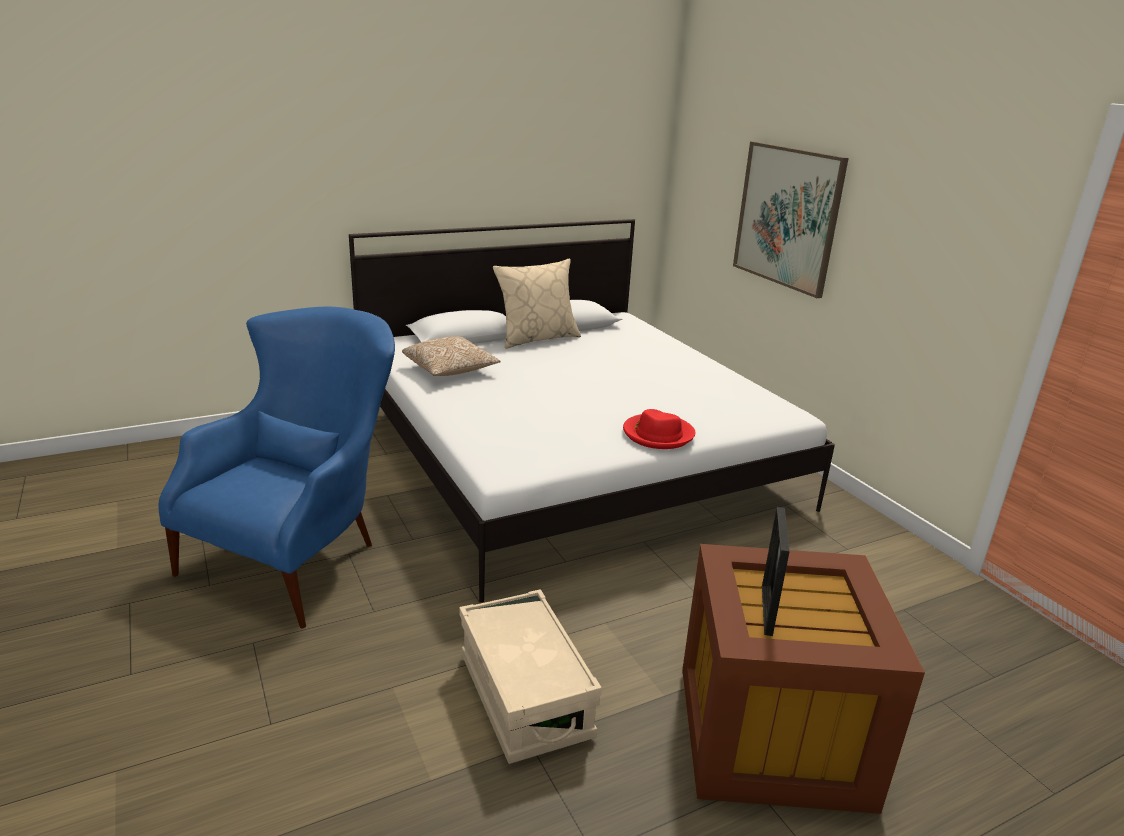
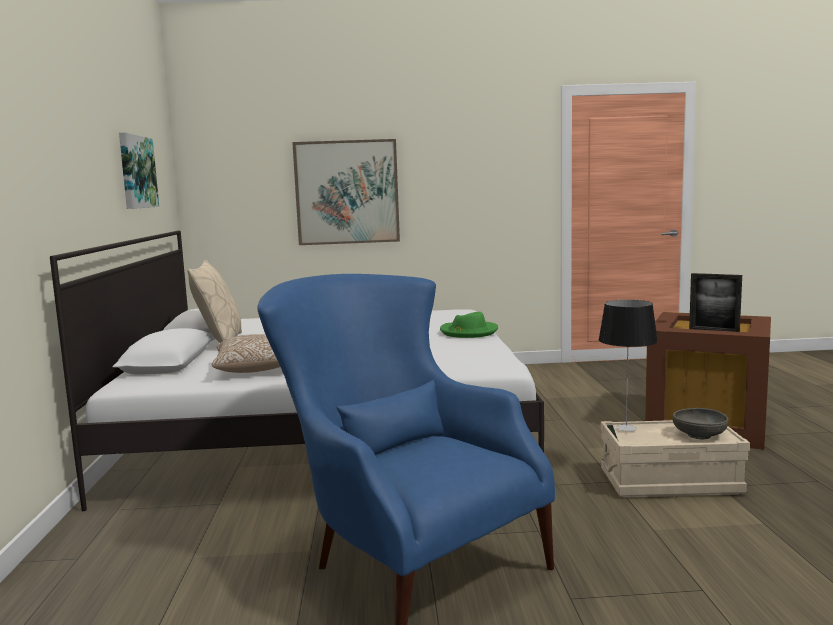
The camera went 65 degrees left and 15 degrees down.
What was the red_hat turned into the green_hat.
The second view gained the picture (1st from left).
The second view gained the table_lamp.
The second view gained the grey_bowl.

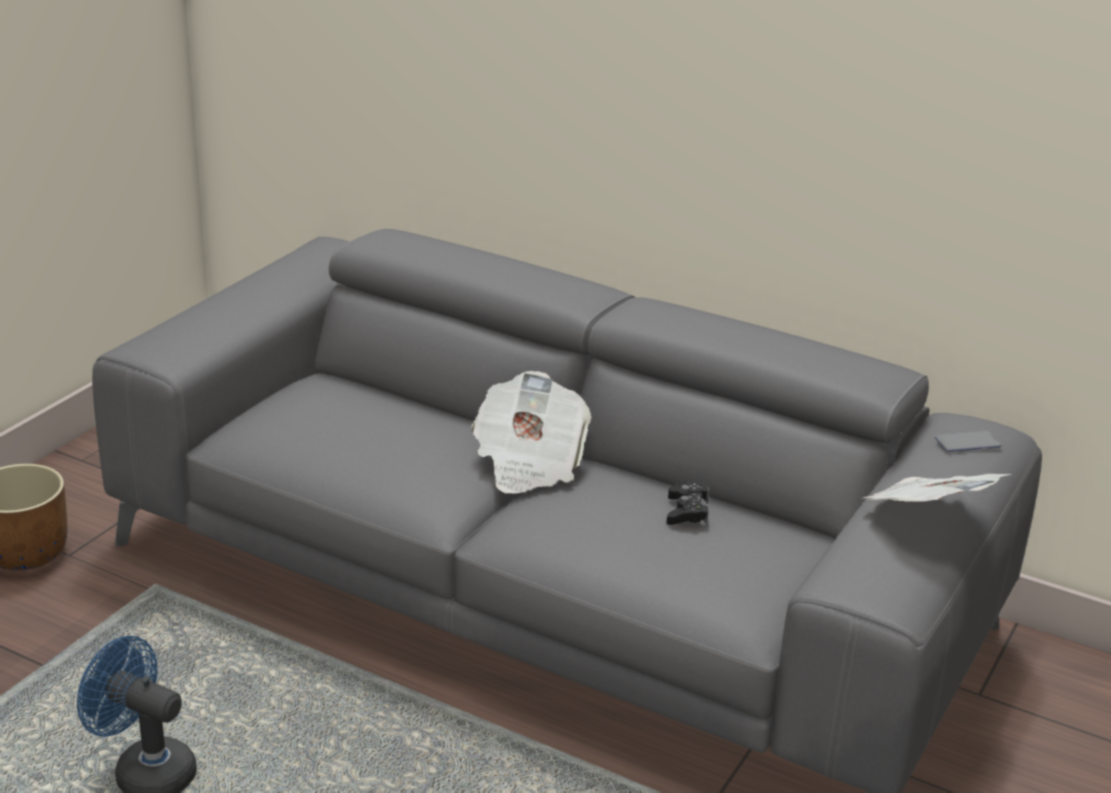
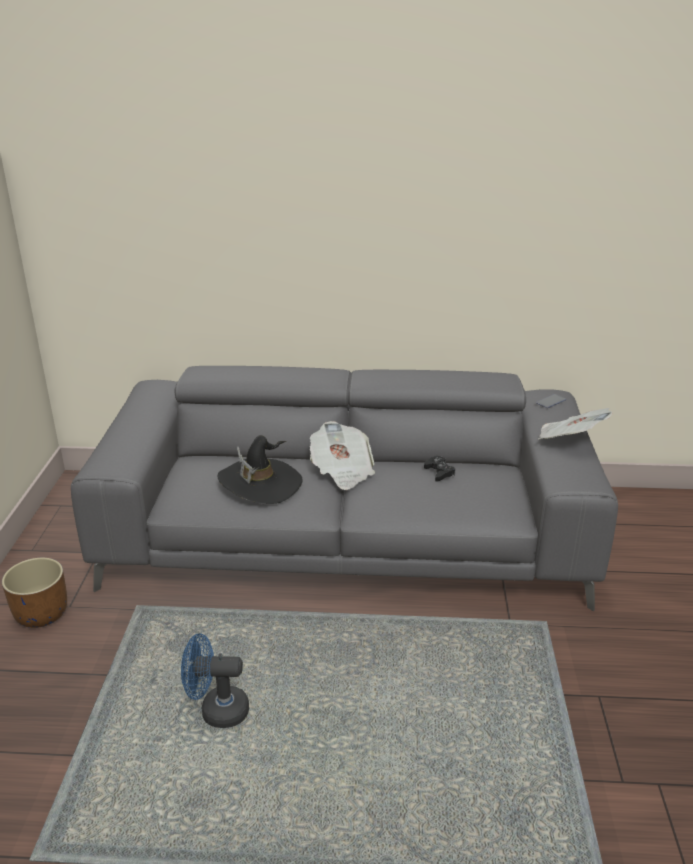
The camera went 25 degrees left and 0 degrees up.
The second view gained the black_hat.

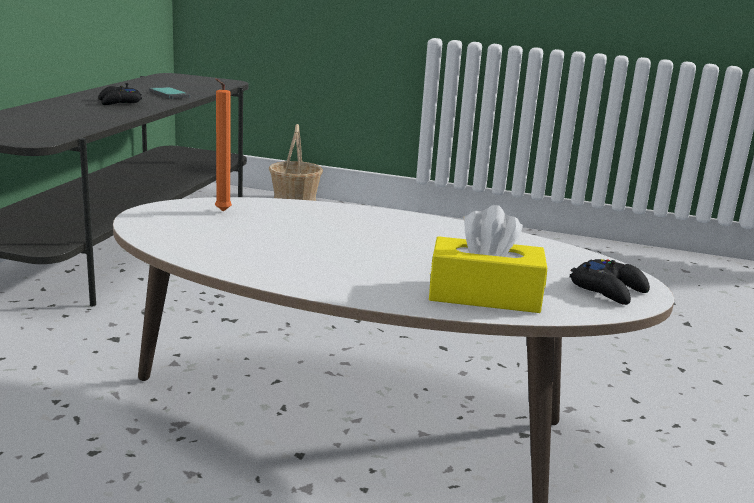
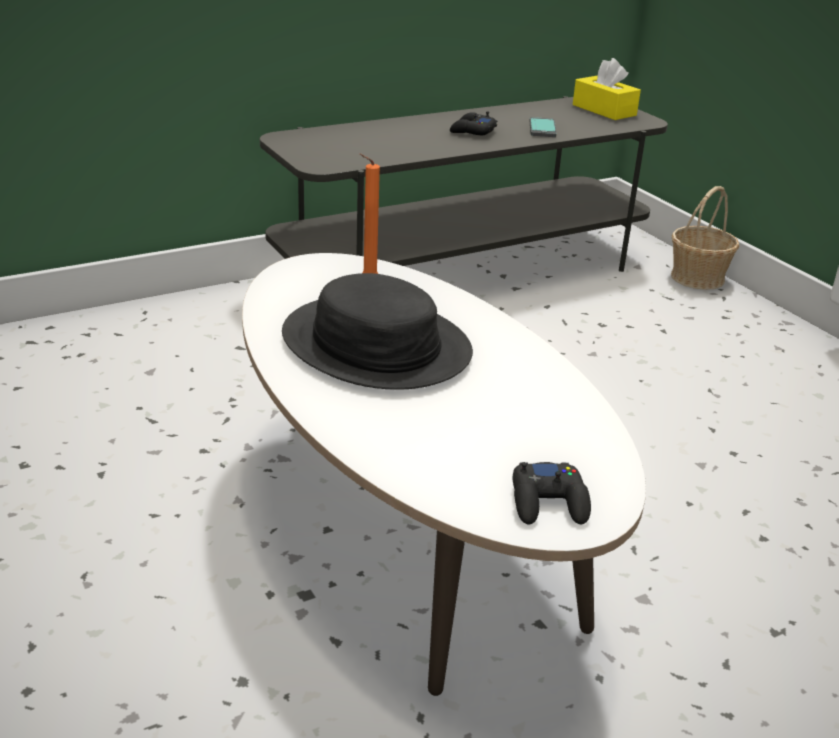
The camera went 45 degrees right and 10 degrees up.
The yellow_tissue_box ended up elsewhere.
The second view gained the black_hat.

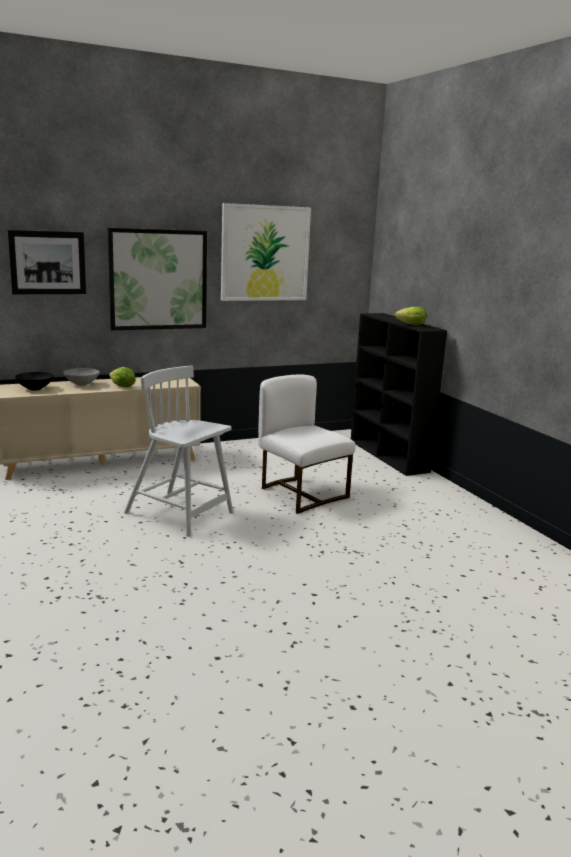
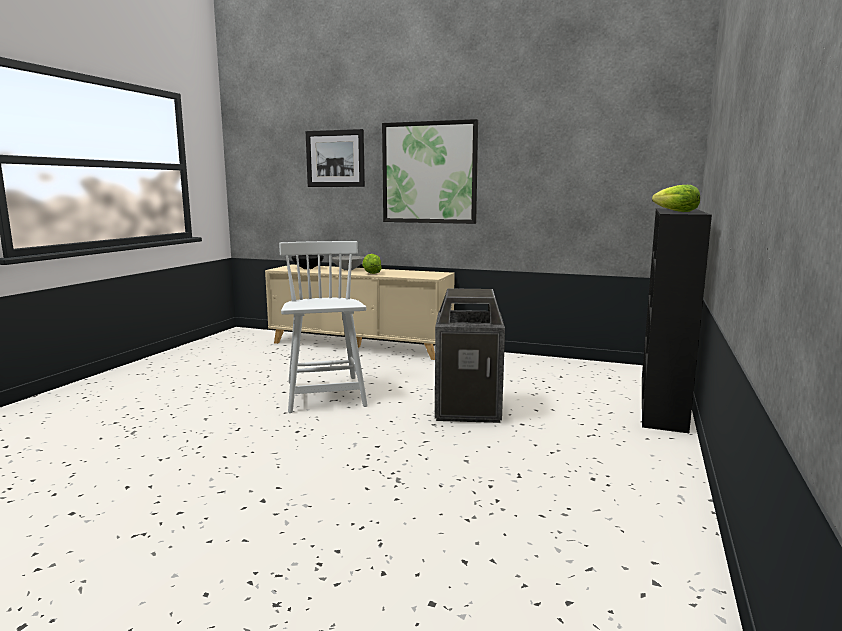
The camera went 45 degrees right and 5 degrees down.
The second view lost the picture (3rd from left).
Where the white_chair (2nd from left) stood, the trash_can came to stand.

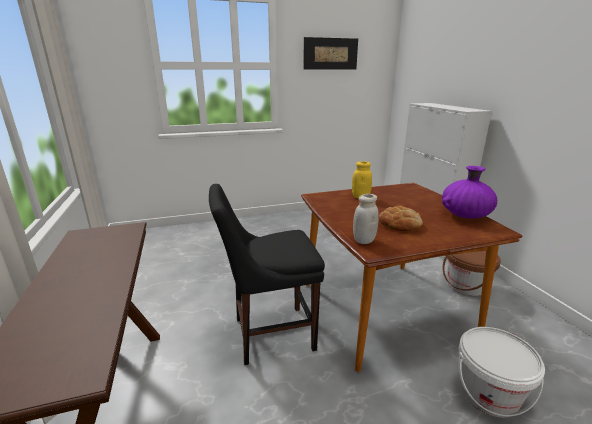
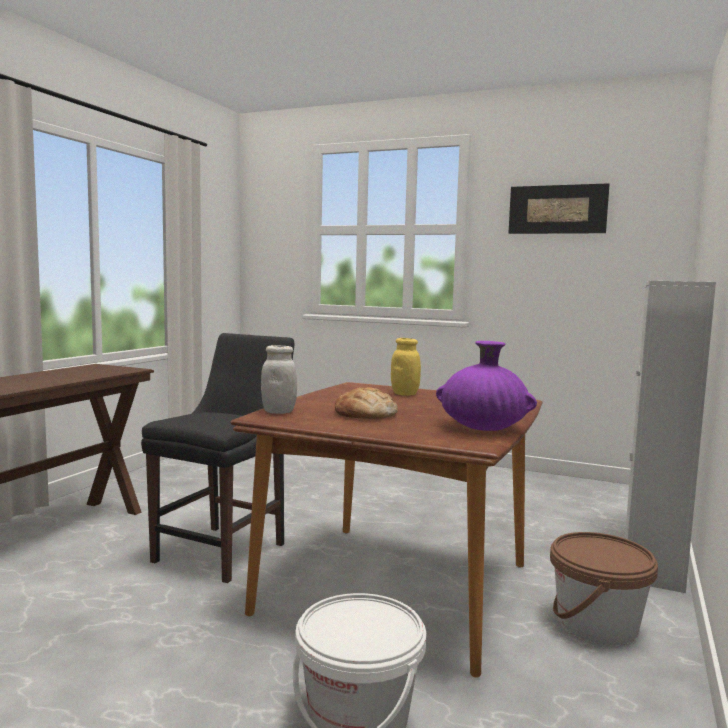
The camera went 40 degrees right and 15 degrees down.
The black_chair ended up facing another way, 90 degrees clockwise from before.

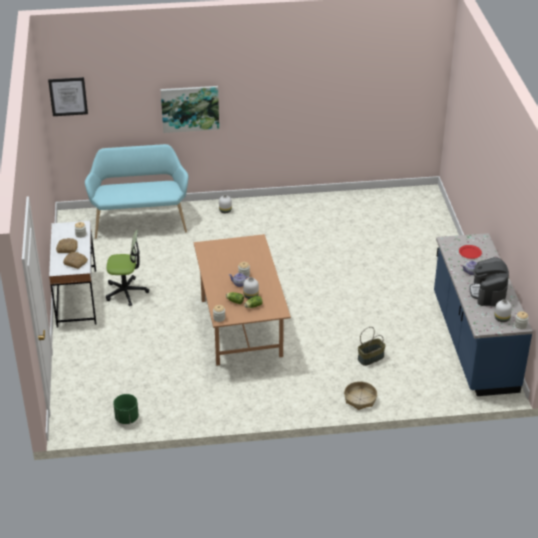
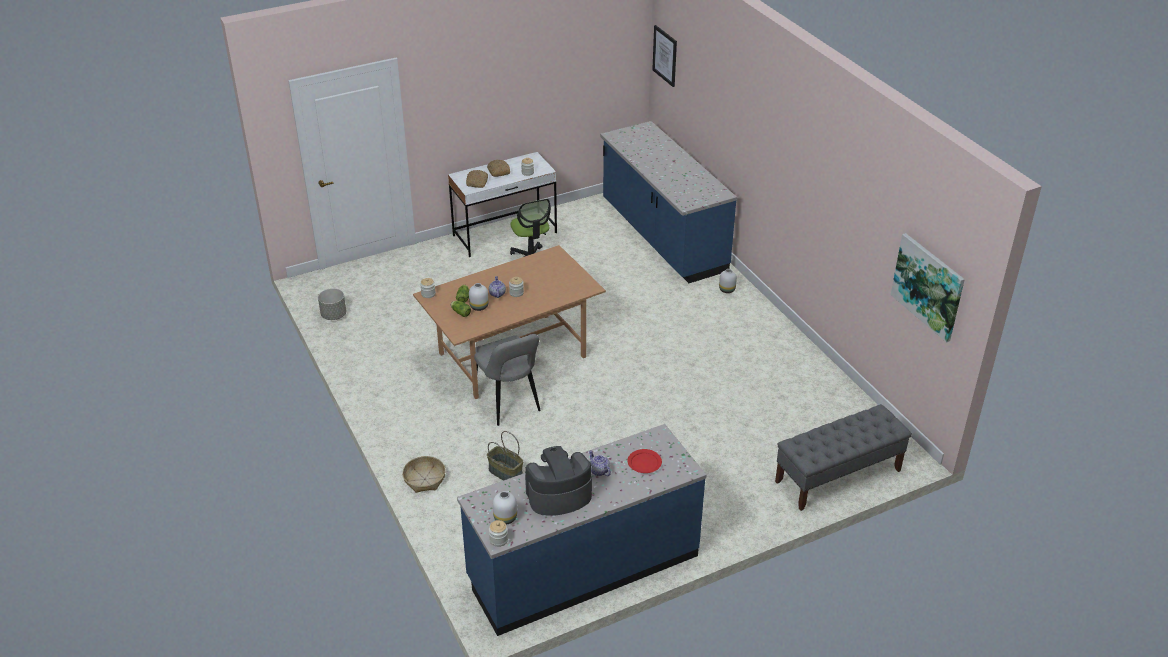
The camera went 70 degrees right and 0 degrees up.
Where the turquoise_bench stood, the blue_counter (2nd from left) came to stand.
What was the green_planter turned into the grey_planter.
The picture (2nd from left) ended up elsewhere.
The second view gained the grey_chair.
The second view gained the grey_bench.

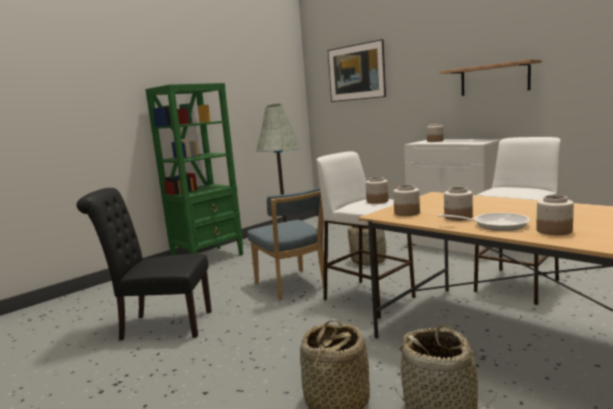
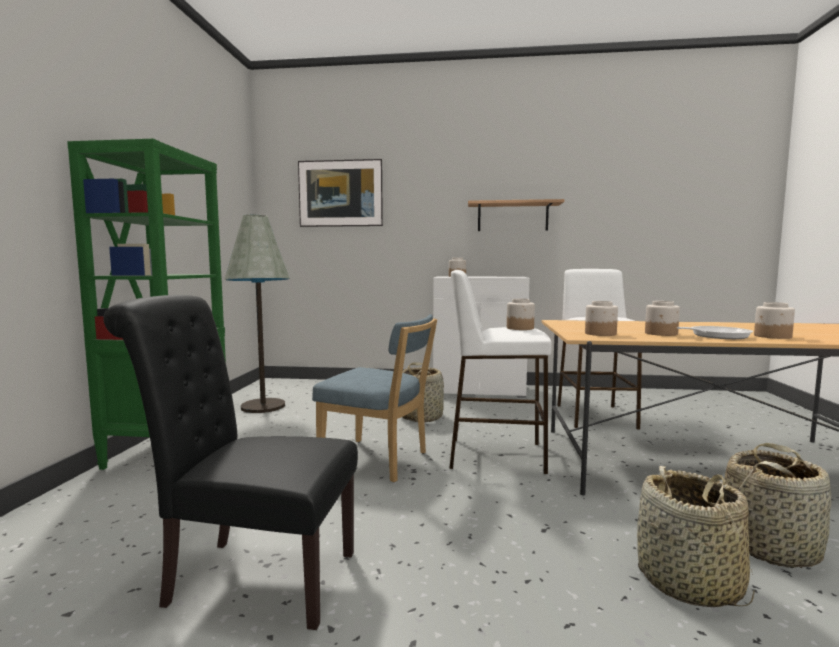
The camera went 40 degrees left and 5 degrees down.
The black_chair ended up facing another way, 45 degrees clockwise from before.

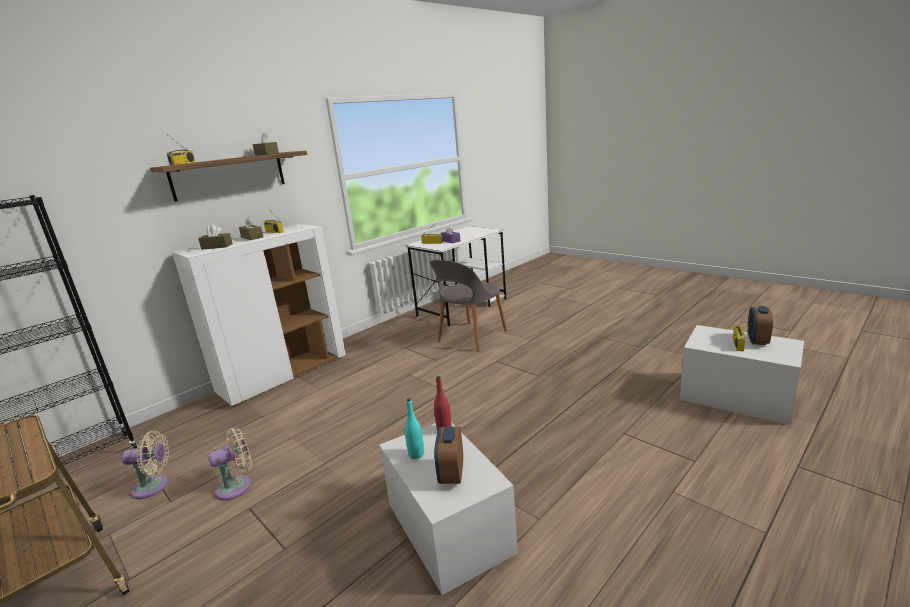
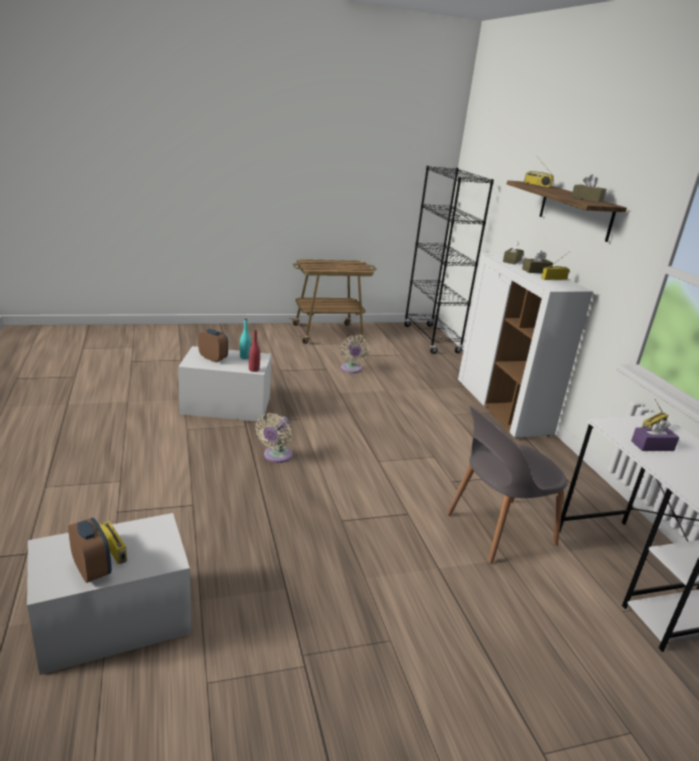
The camera went 115 degrees right and 5 degrees up.
The beige_fan (1st from left) ended up elsewhere.
The grey_chair ended up facing another way, 90 degrees counterclockwise from before.

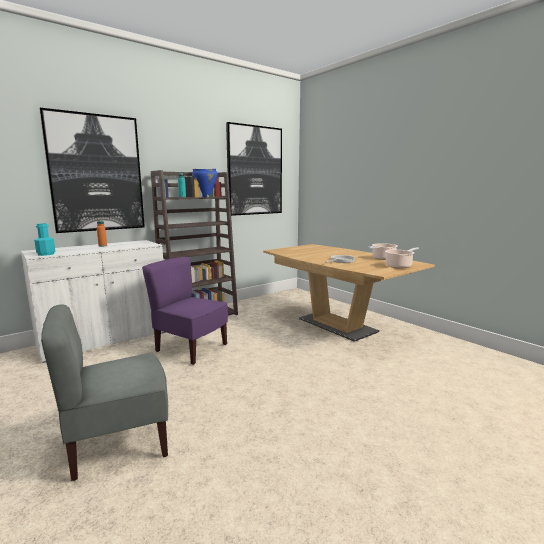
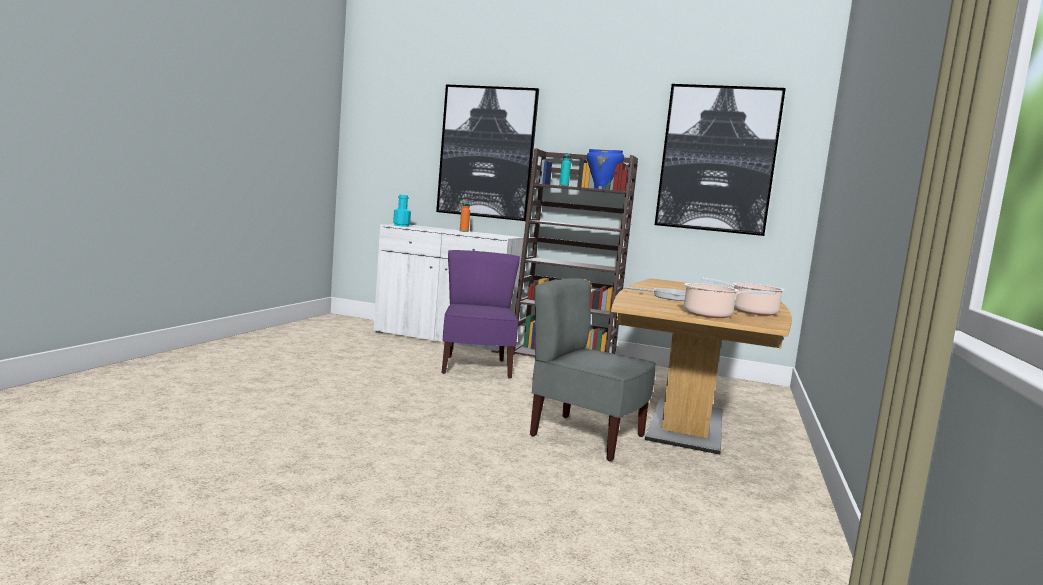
The camera went 55 degrees right and 5 degrees down.
The grey_chair ended up elsewhere.

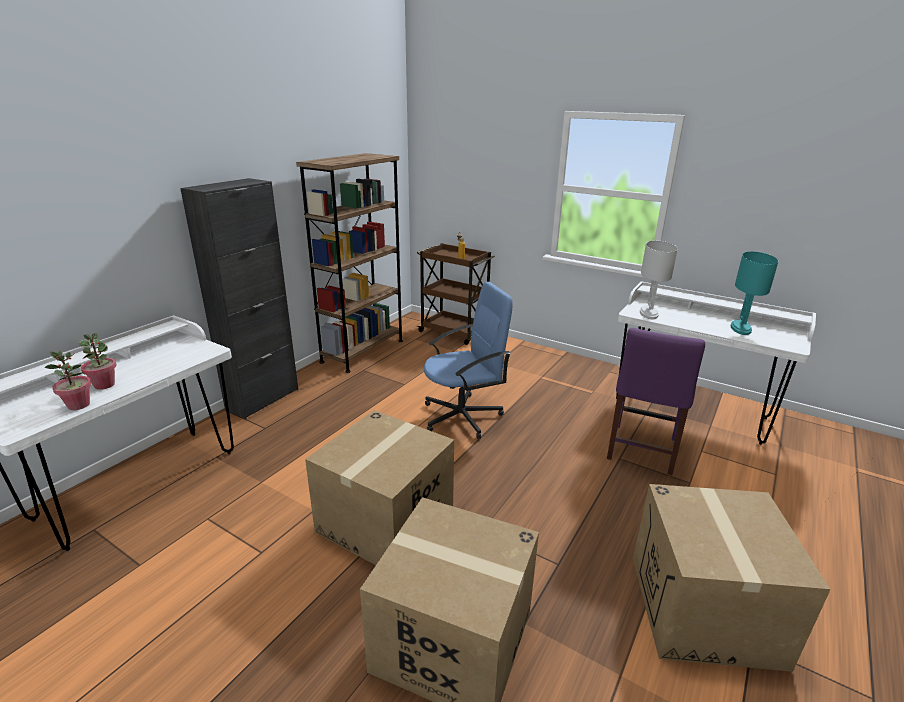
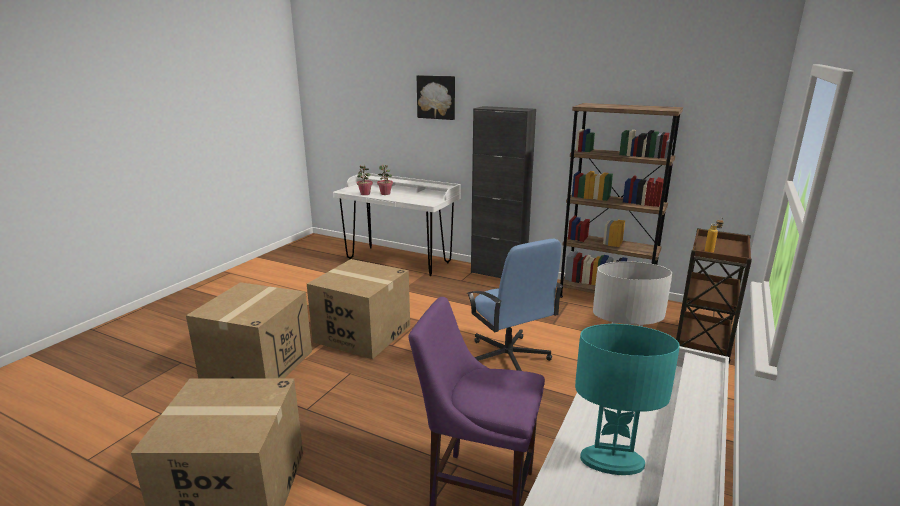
The camera went 85 degrees right and 5 degrees down.
The second view gained the picture.

